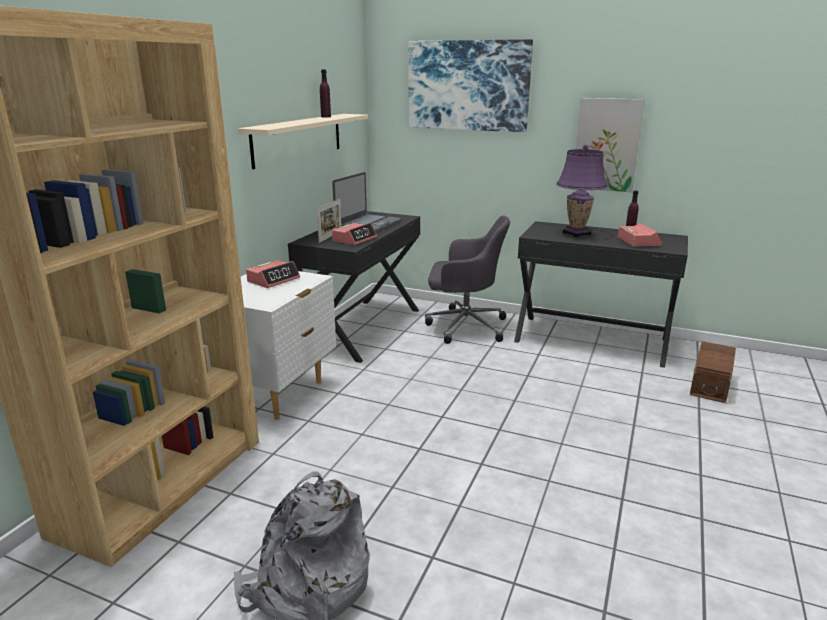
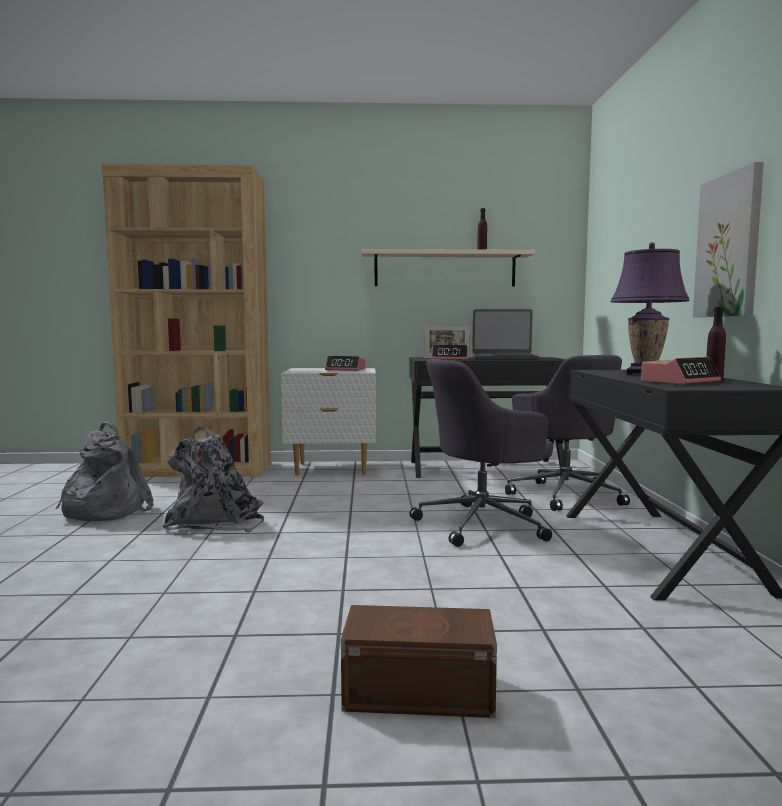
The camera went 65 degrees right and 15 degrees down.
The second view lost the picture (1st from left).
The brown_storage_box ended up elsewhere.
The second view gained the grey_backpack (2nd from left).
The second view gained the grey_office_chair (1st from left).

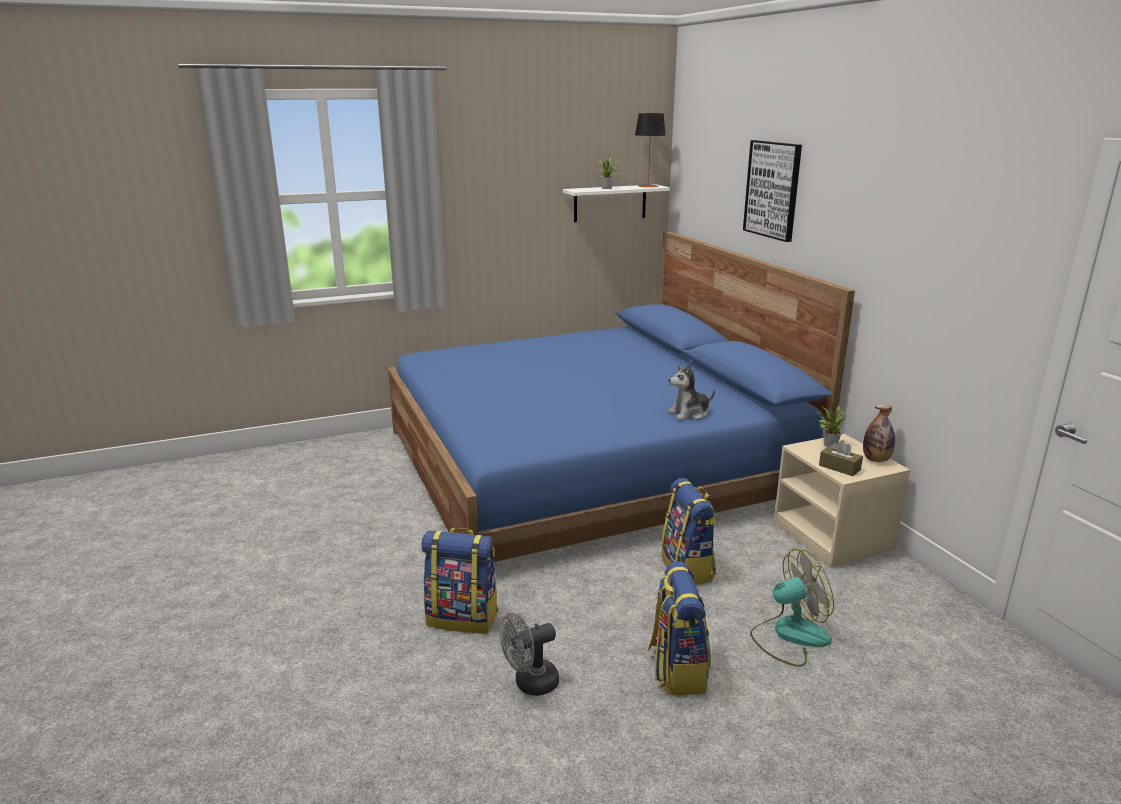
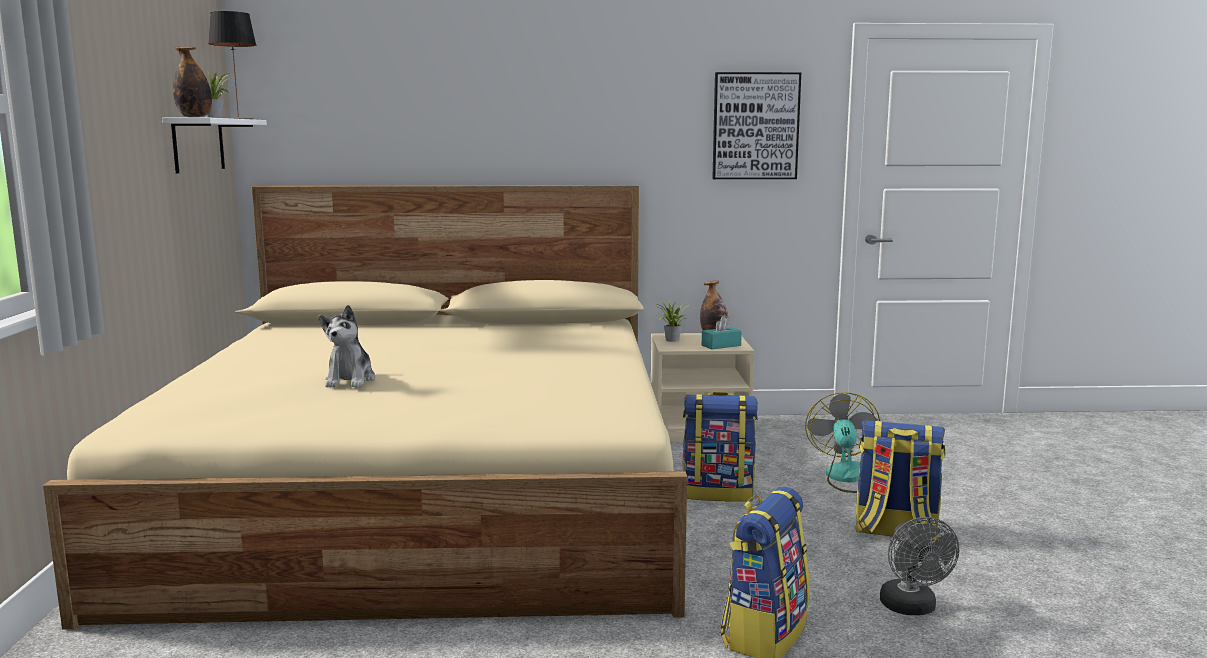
The camera went 70 degrees left and 10 degrees down.
What was the blue_bed turned into the beige_bed.
The plush_toy ended up elsewhere.
The picture ended up elsewhere.
What was the brown_tissue_box turned into the turquoise_tissue_box.
The second view gained the bottle (1st from left).

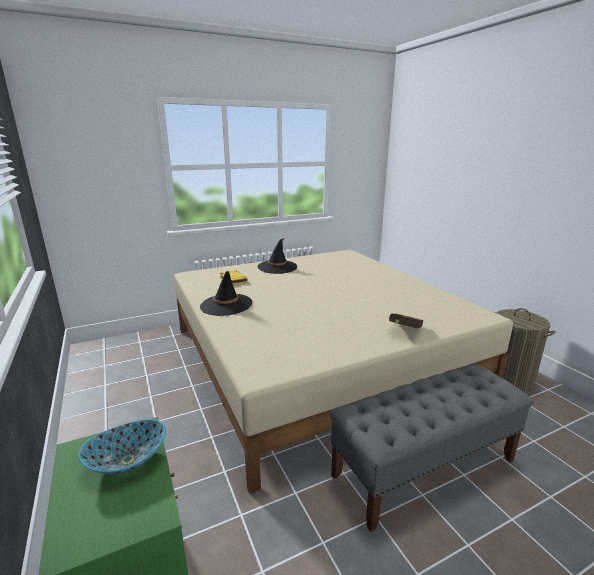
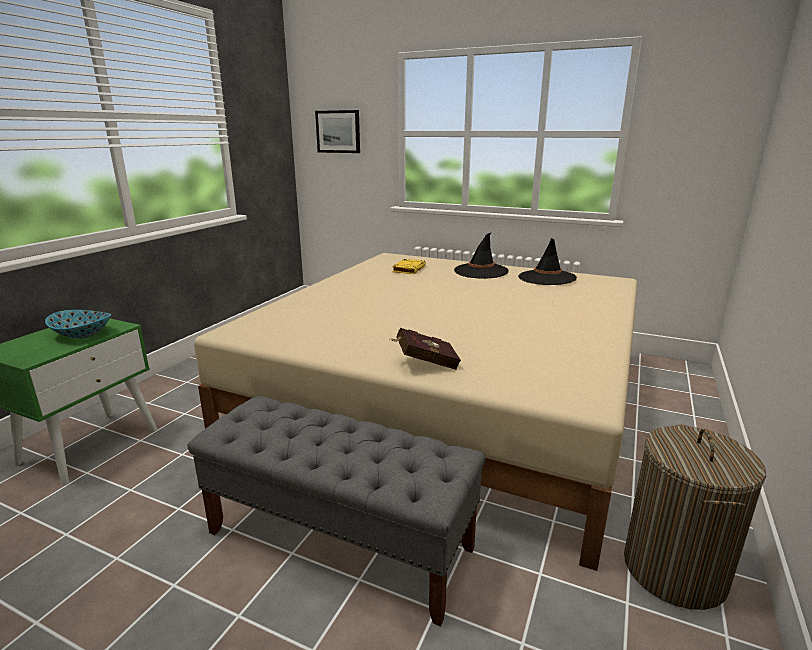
The camera went 50 degrees right and 0 degrees up.
The black_hat (1st from left in the first image) ended up elsewhere.
The second view gained the picture.

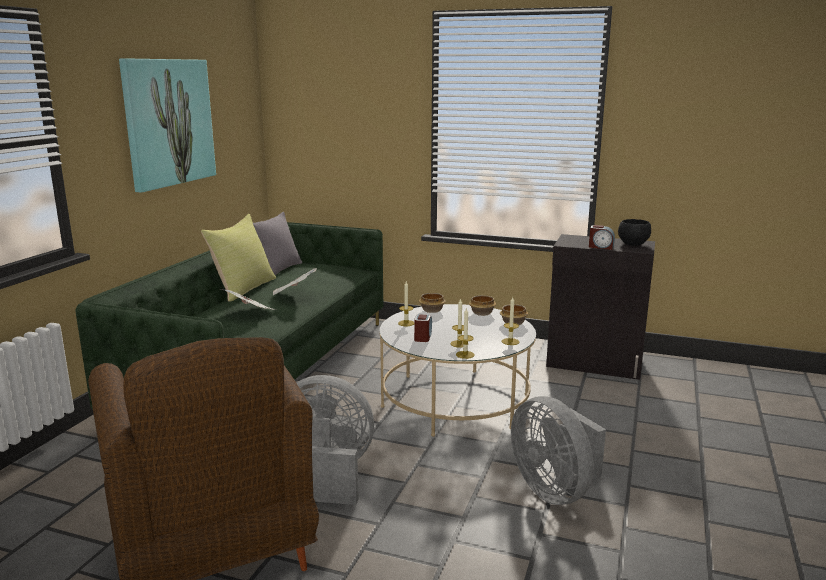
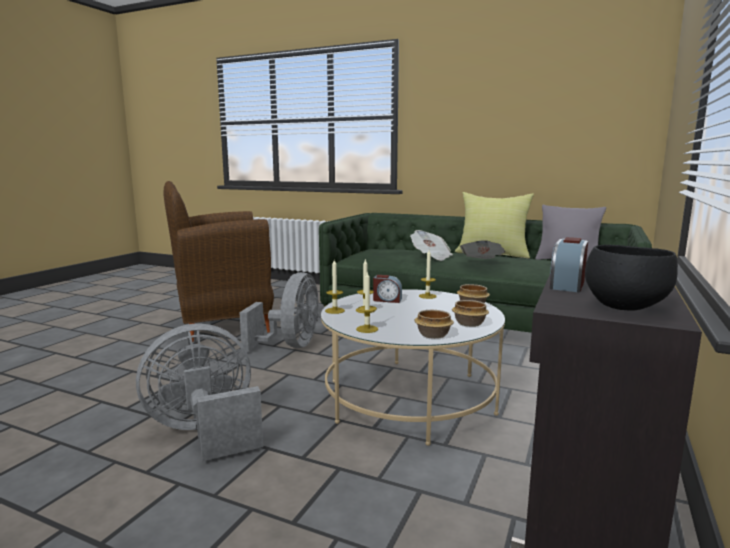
The camera went 95 degrees right and 5 degrees down.
The second view lost the picture.

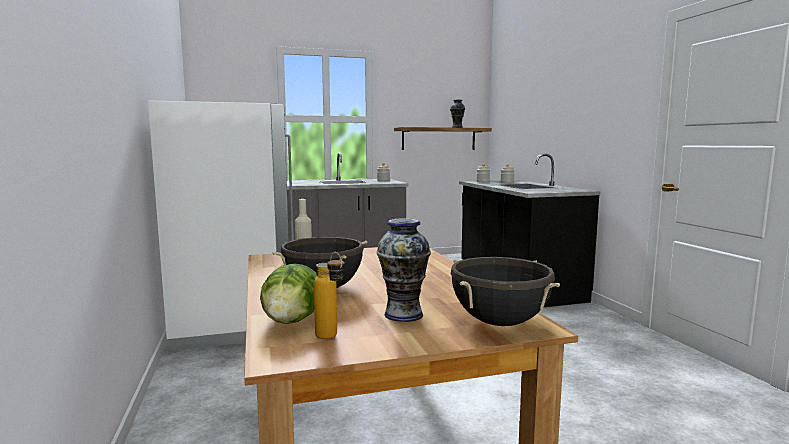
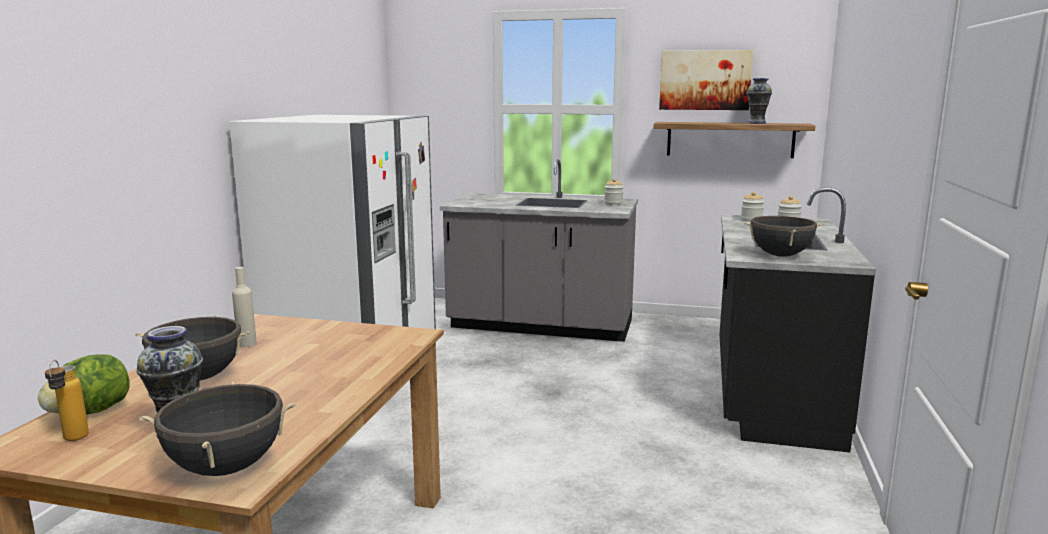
The camera went 30 degrees right and 5 degrees up.
The second view gained the picture.
The second view gained the black_cooking_pot (3rd from left).

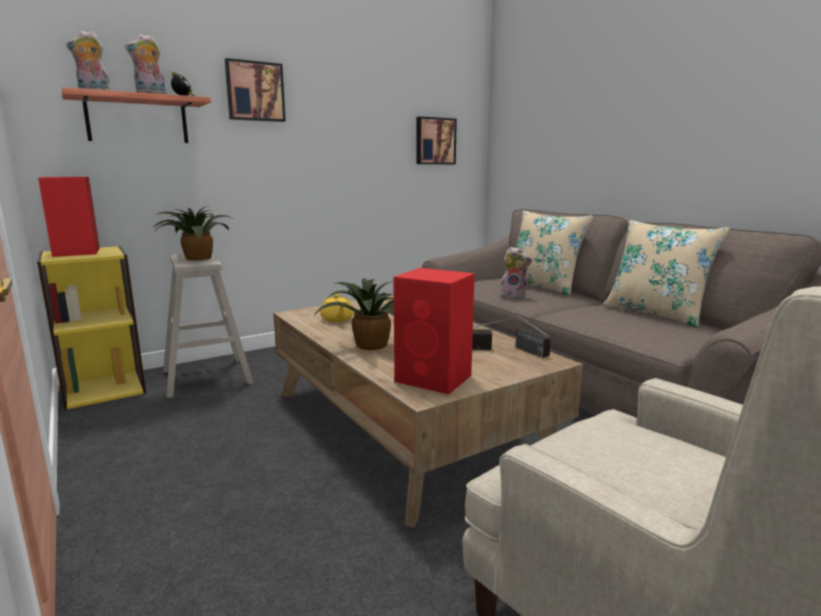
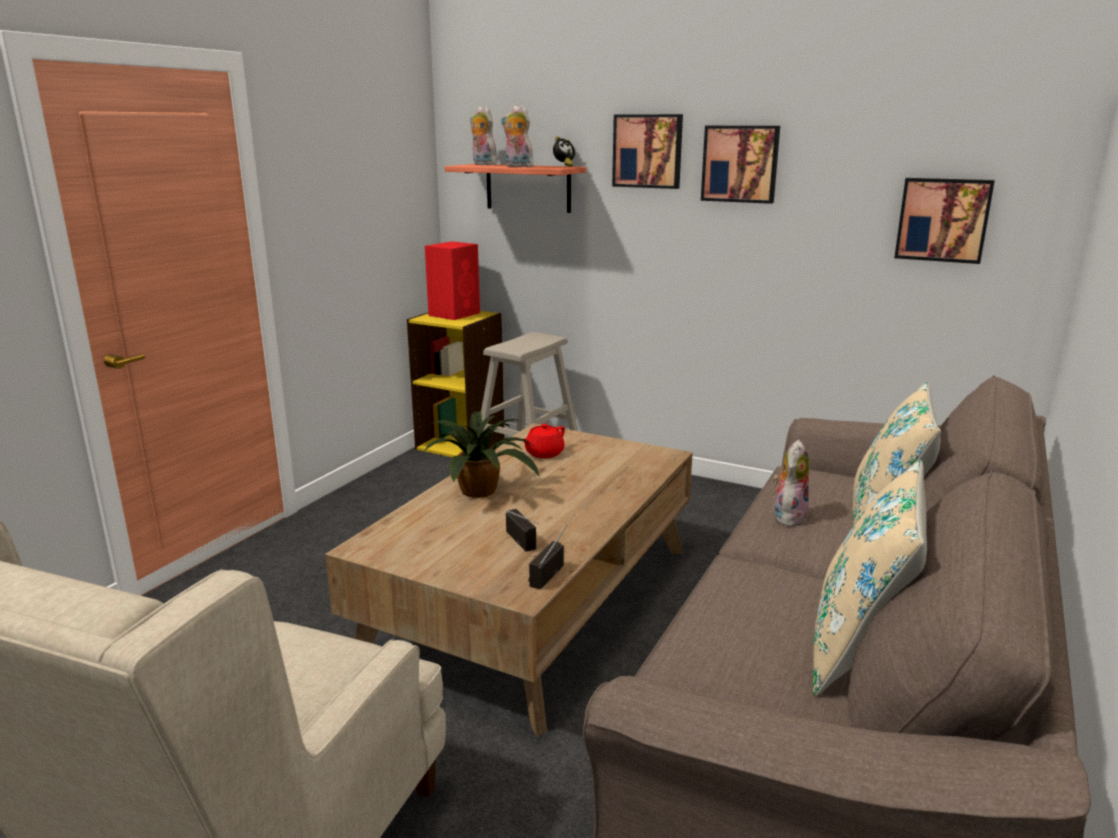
The camera went 60 degrees right and 5 degrees up.
The second view lost the potted_plant (1st from left).
What was the yellow_teapot turned into the red_teapot.
The second view lost the red_speaker (2nd from left).
The plush_toy (3rd from left) ended up facing another way, 135 degrees counterclockwise from before.
The second view gained the picture (2nd from left).

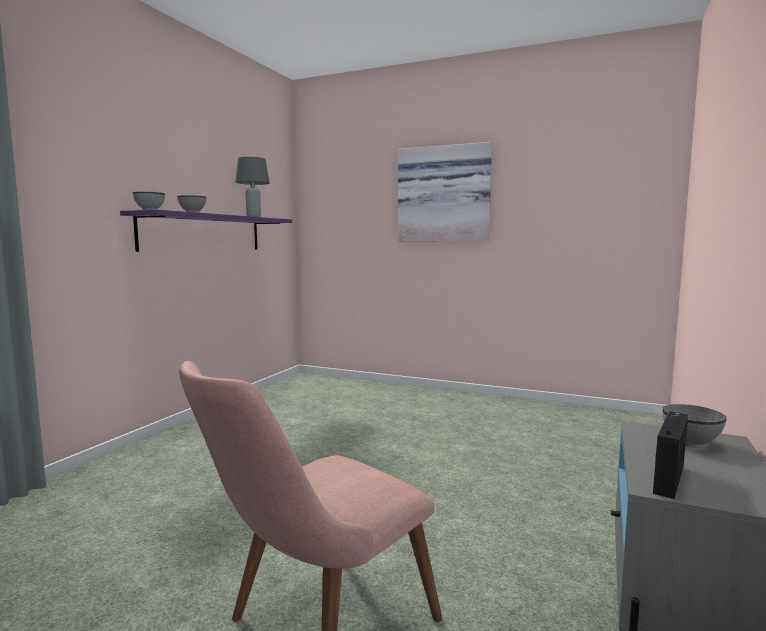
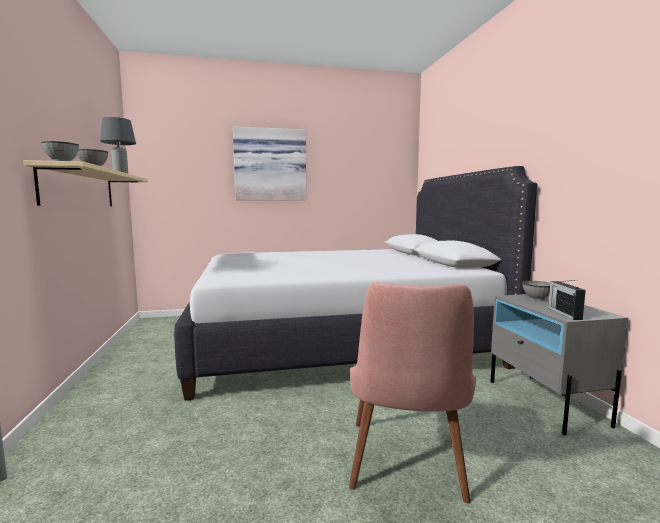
The camera went 35 degrees left and 0 degrees up.
What was the purple_shelf turned into the beige_shelf.
The second view gained the white_bed.

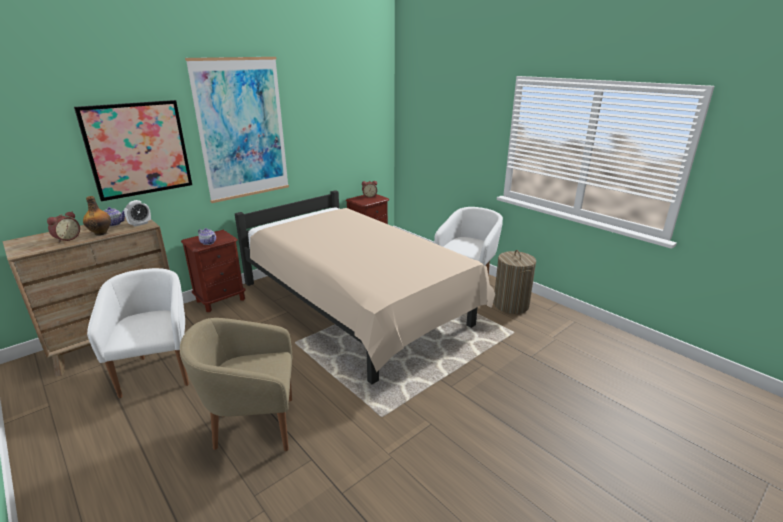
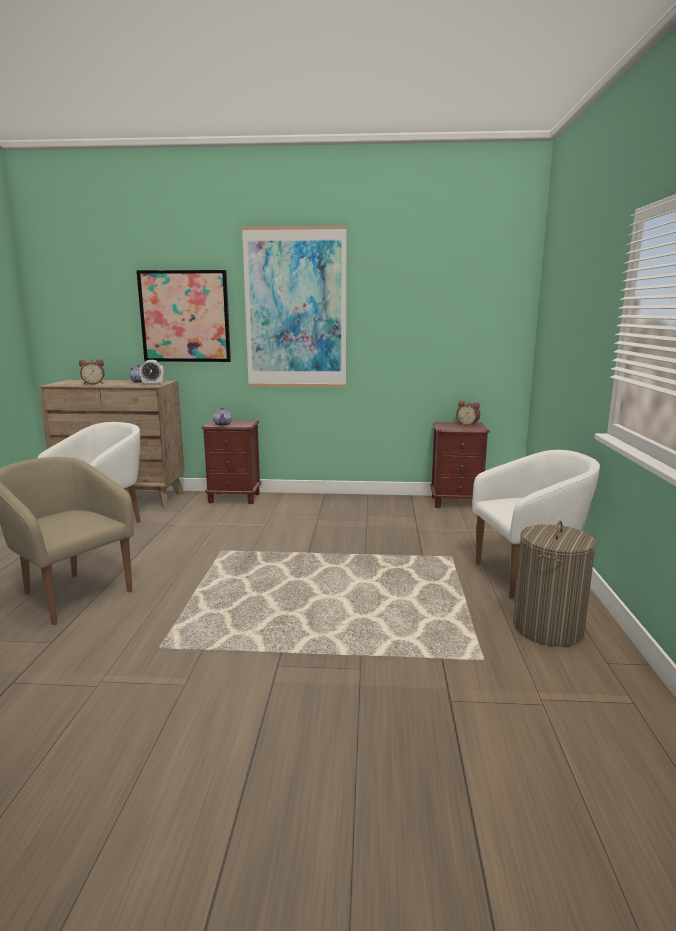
The camera went 45 degrees right and 10 degrees down.
The second view lost the bottle.
The second view lost the beige_bed.

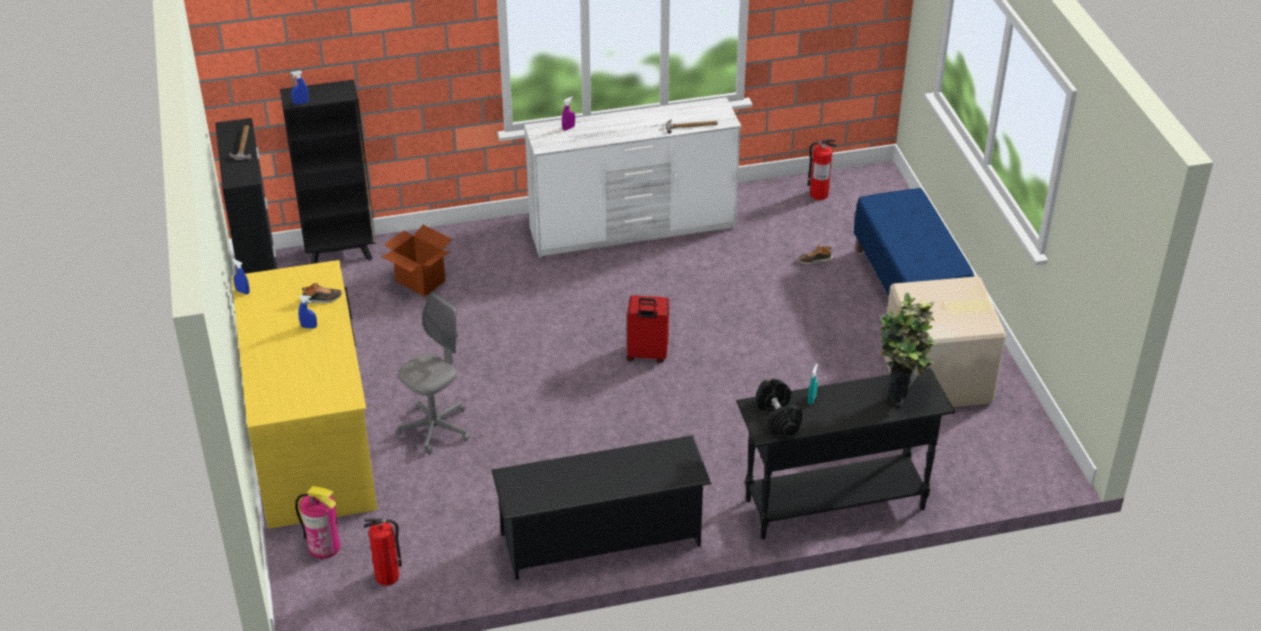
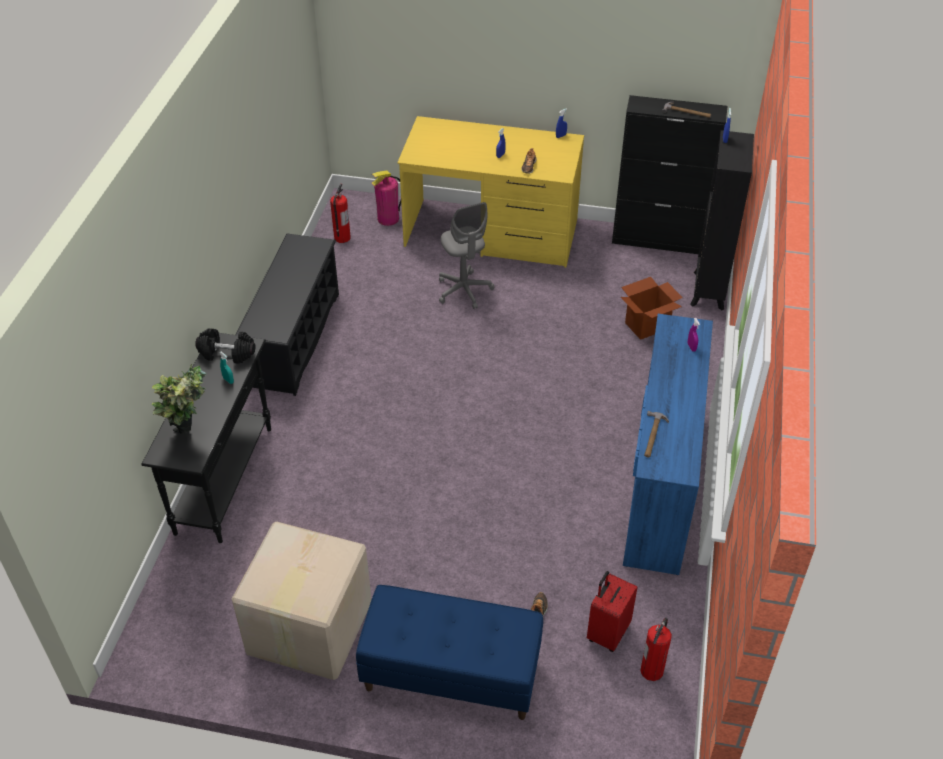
The camera went 115 degrees right and 5 degrees up.
What was the white_dresser turned into the blue_dresser.
The red_suitcase ended up elsewhere.

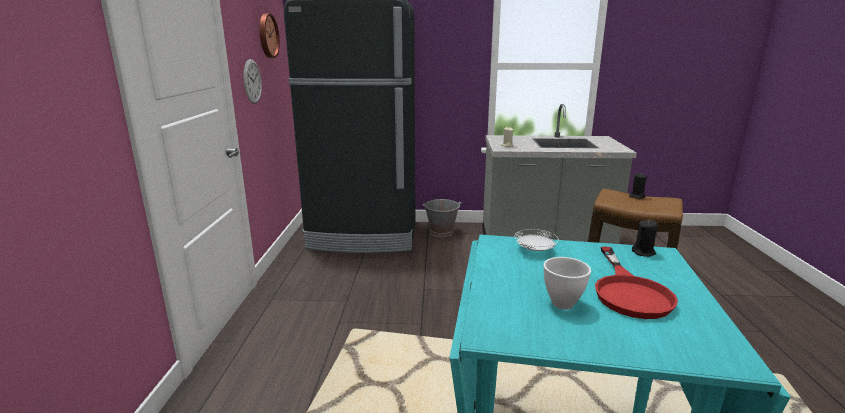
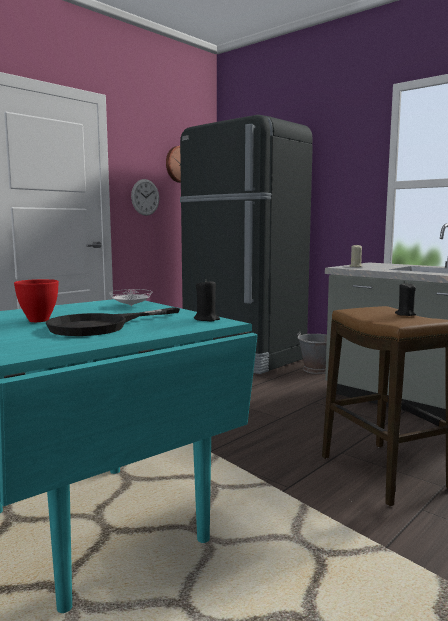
The camera went 40 degrees right and 10 degrees down.
What was the white_bowl turned into the red_bowl.
What was the red_frying_pan turned into the black_frying_pan.

